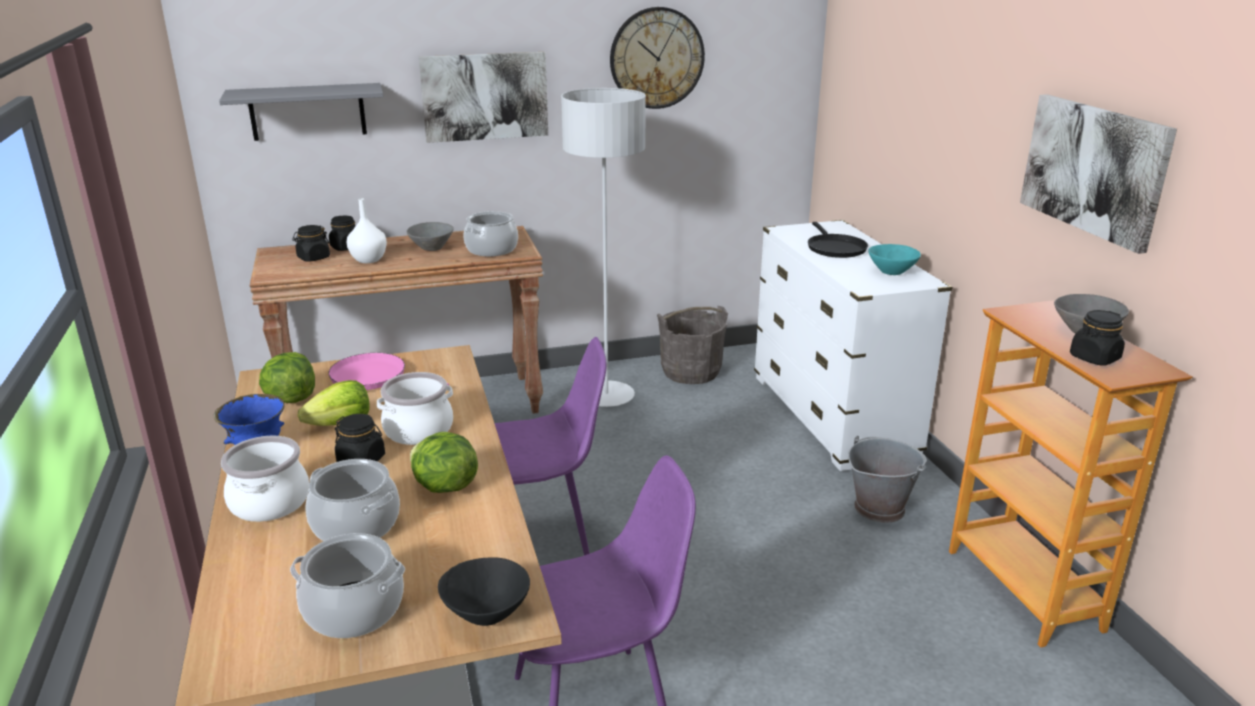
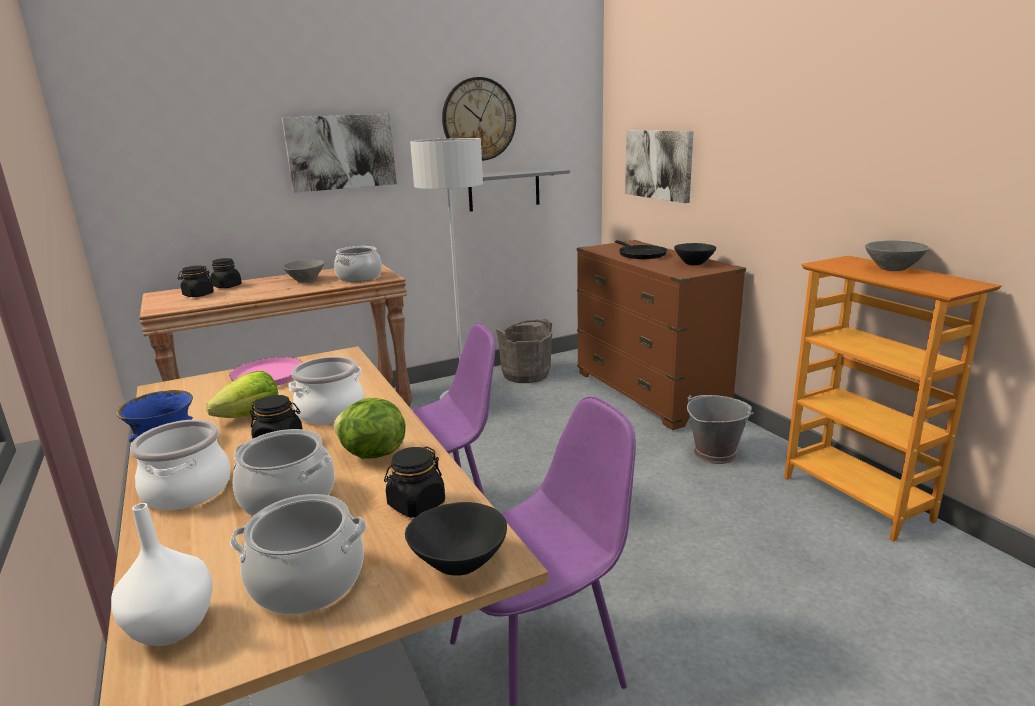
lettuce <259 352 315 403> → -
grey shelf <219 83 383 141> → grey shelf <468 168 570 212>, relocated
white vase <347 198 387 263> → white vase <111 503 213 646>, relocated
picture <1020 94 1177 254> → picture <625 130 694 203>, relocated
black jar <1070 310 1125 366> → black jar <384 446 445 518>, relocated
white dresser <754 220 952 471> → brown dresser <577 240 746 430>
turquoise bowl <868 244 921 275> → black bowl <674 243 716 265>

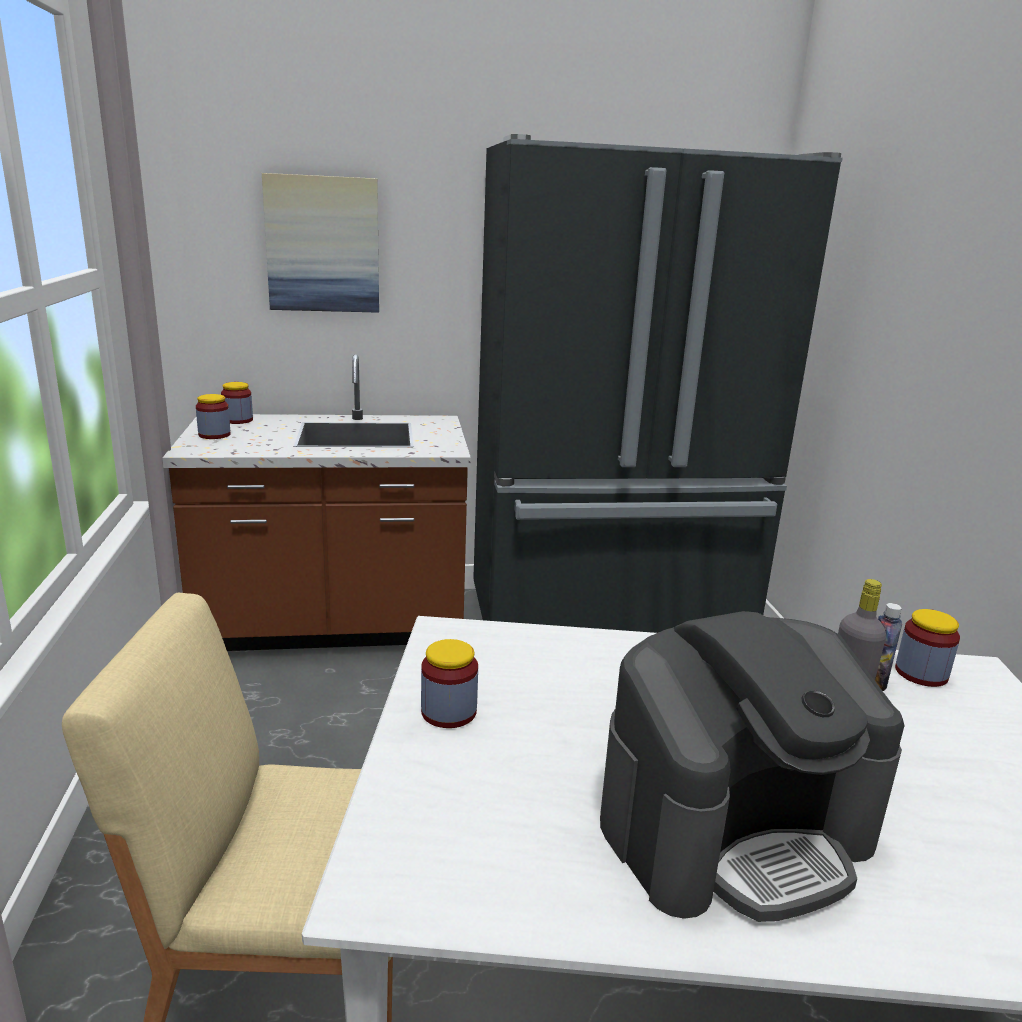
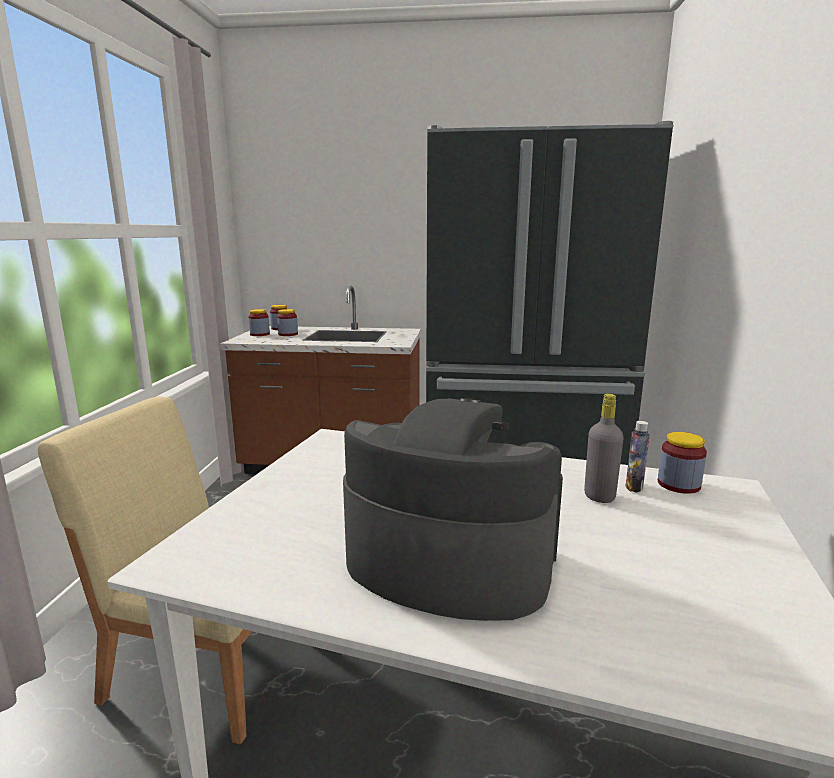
picture <262 173 379 313> → -
jar <421 639 478 728> → jar <277 309 298 336>, relocated
coffee machine <600 611 905 922> → coffee machine <343 398 563 621>, 150 degrees counterclockwise

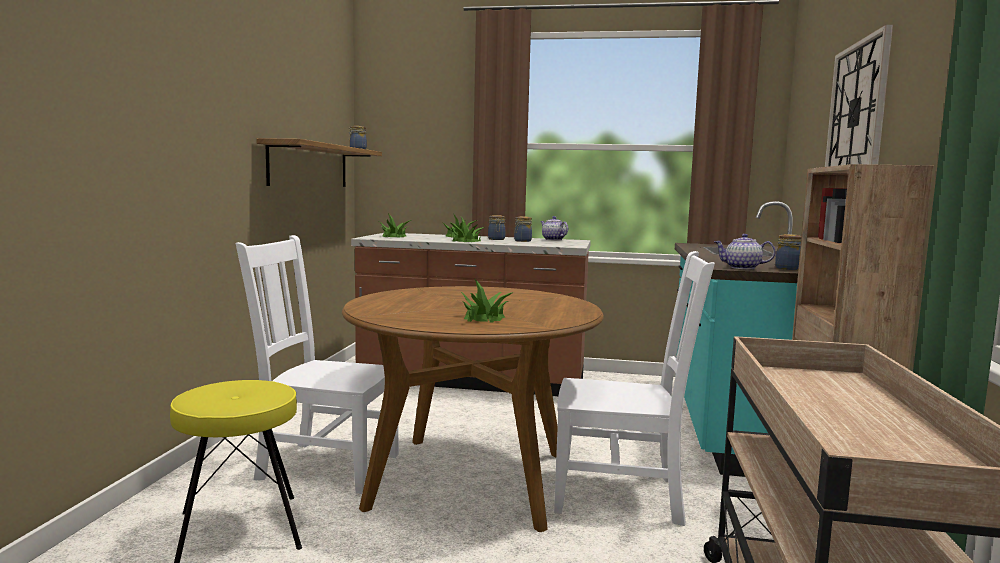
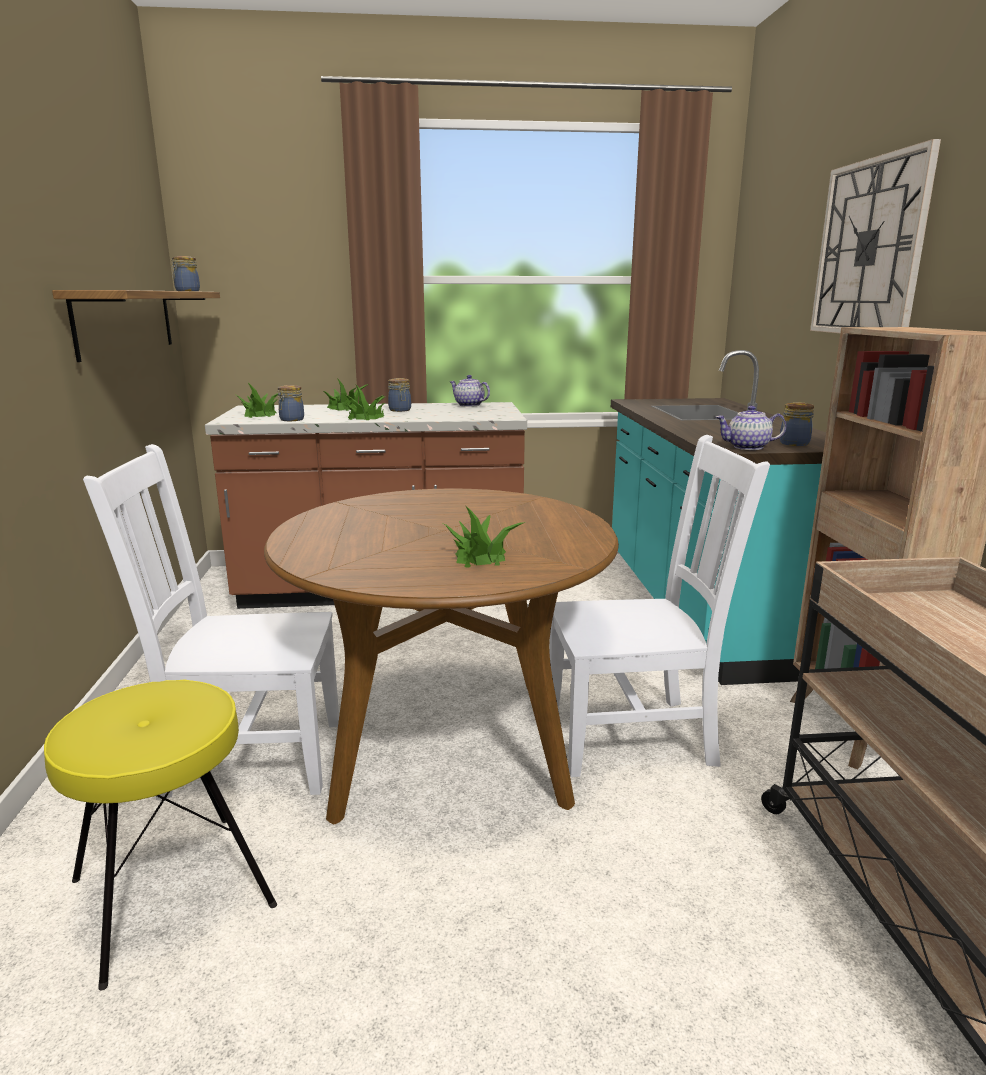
jar <514 216 532 242> → jar <278 385 304 421>, relocated

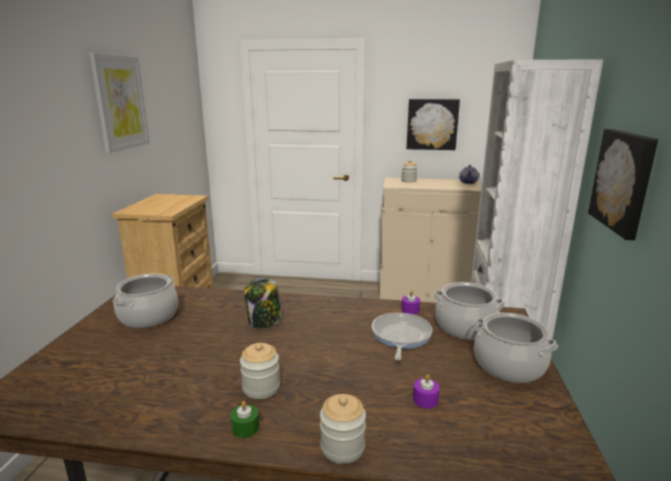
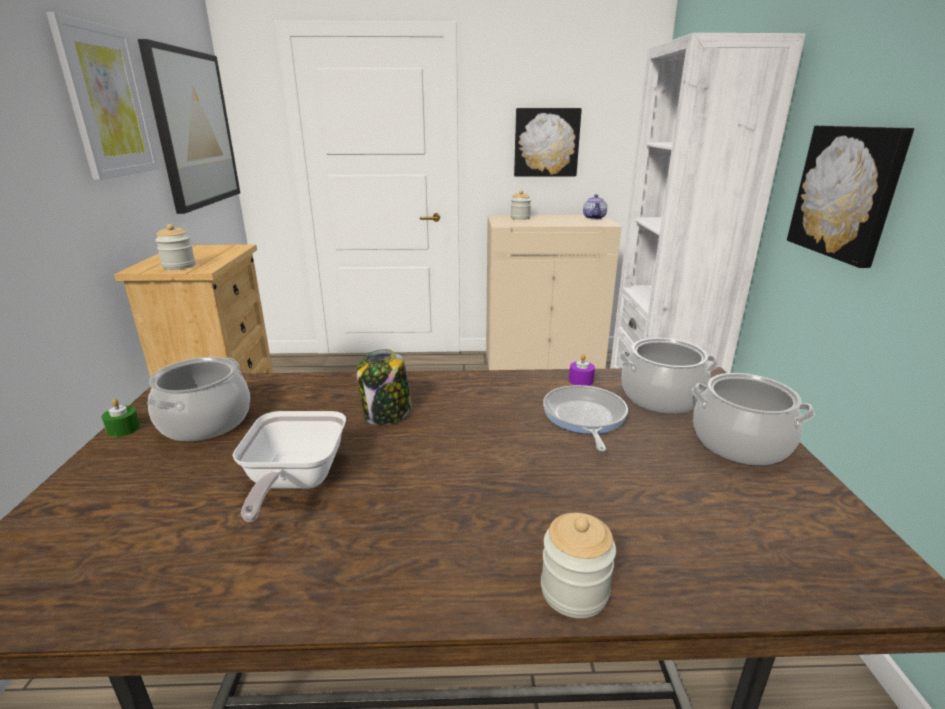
purple candle <413 374 440 408> → -
- → picture <138 39 240 214>
- → frying pan <232 411 346 522>
green candle <230 401 259 438> → green candle <102 399 140 437>, relocated
jar <240 343 280 399> → jar <155 224 196 270>, relocated

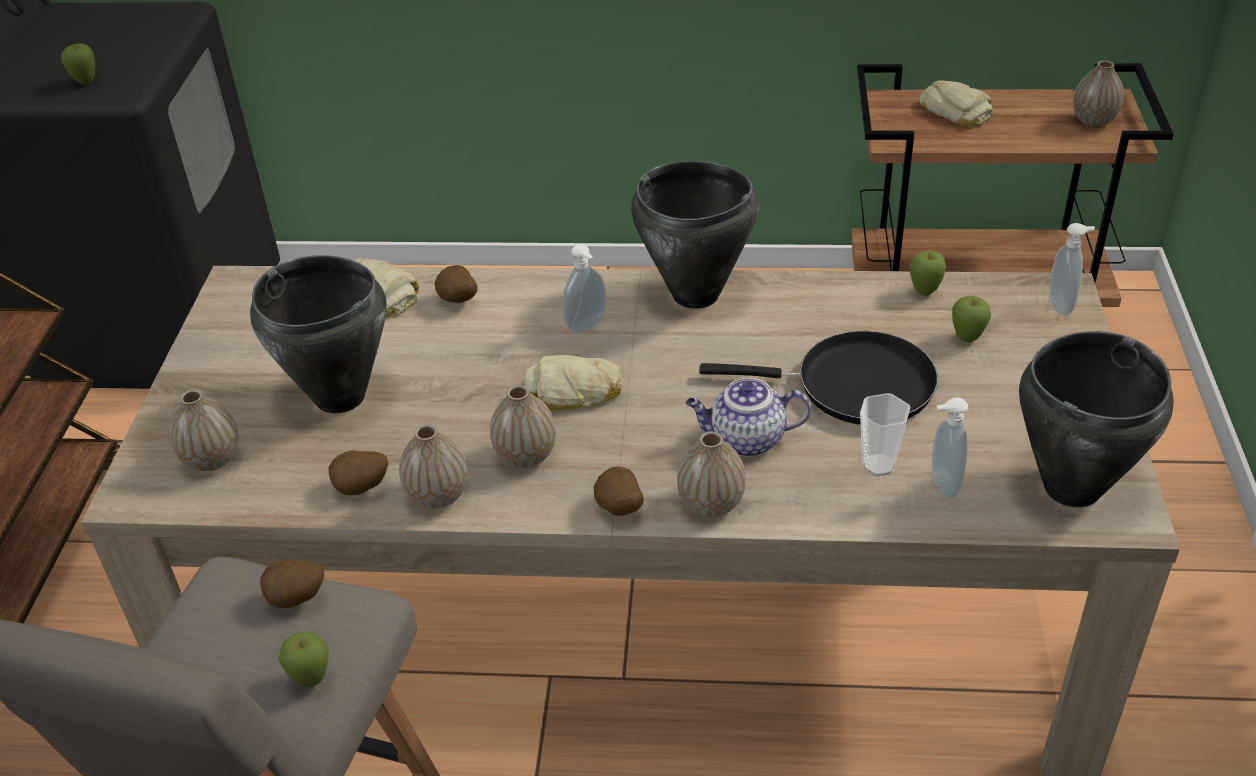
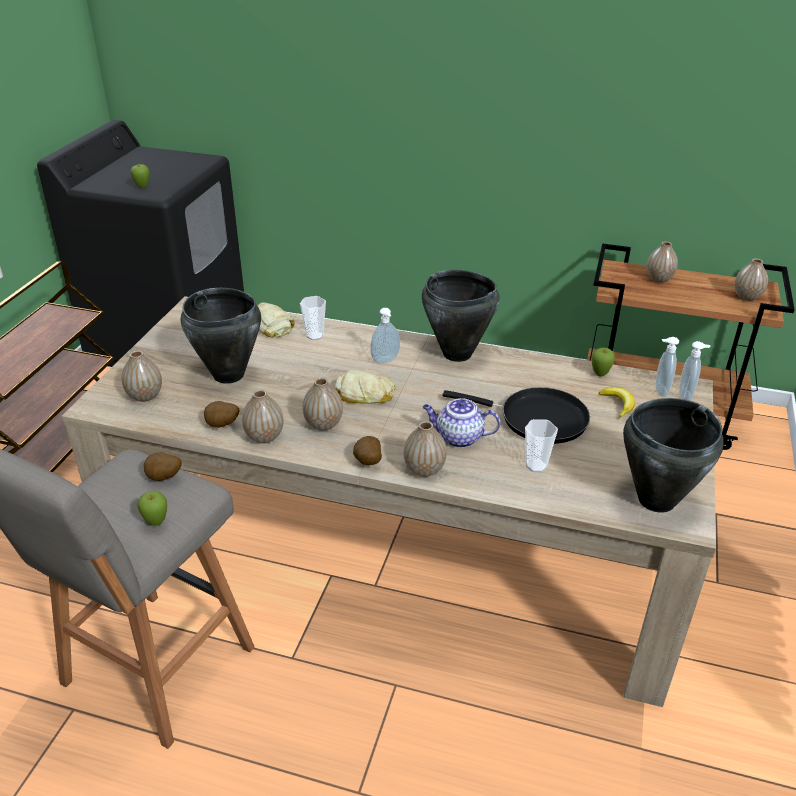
soap dispenser <932 397 968 498> → soap dispenser <656 337 679 397>, relocated
potato <435 265 478 303> → cup <300 296 326 340>
bread <920 80 993 127> → vase <646 241 678 283>
apple <952 296 991 342> → banana <599 387 635 418>

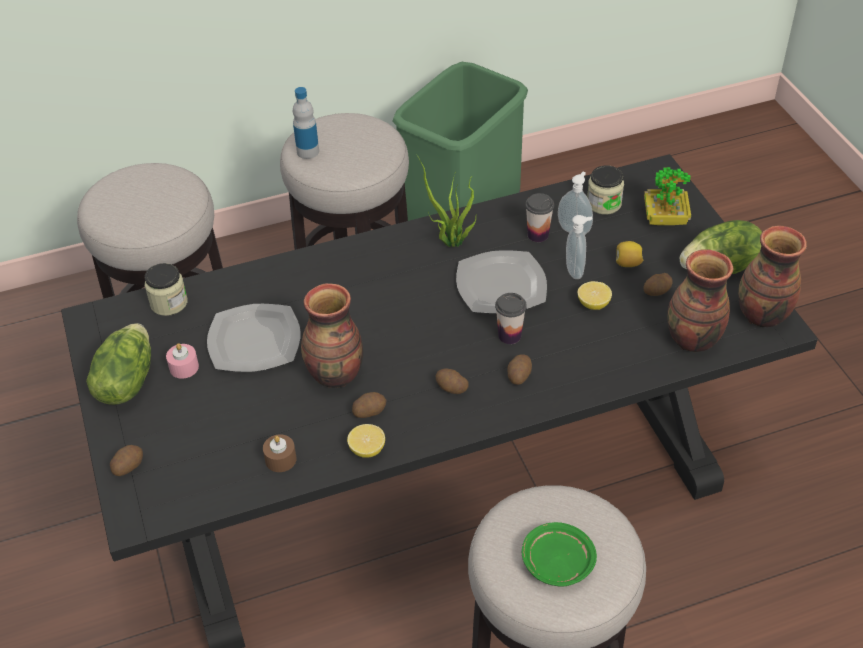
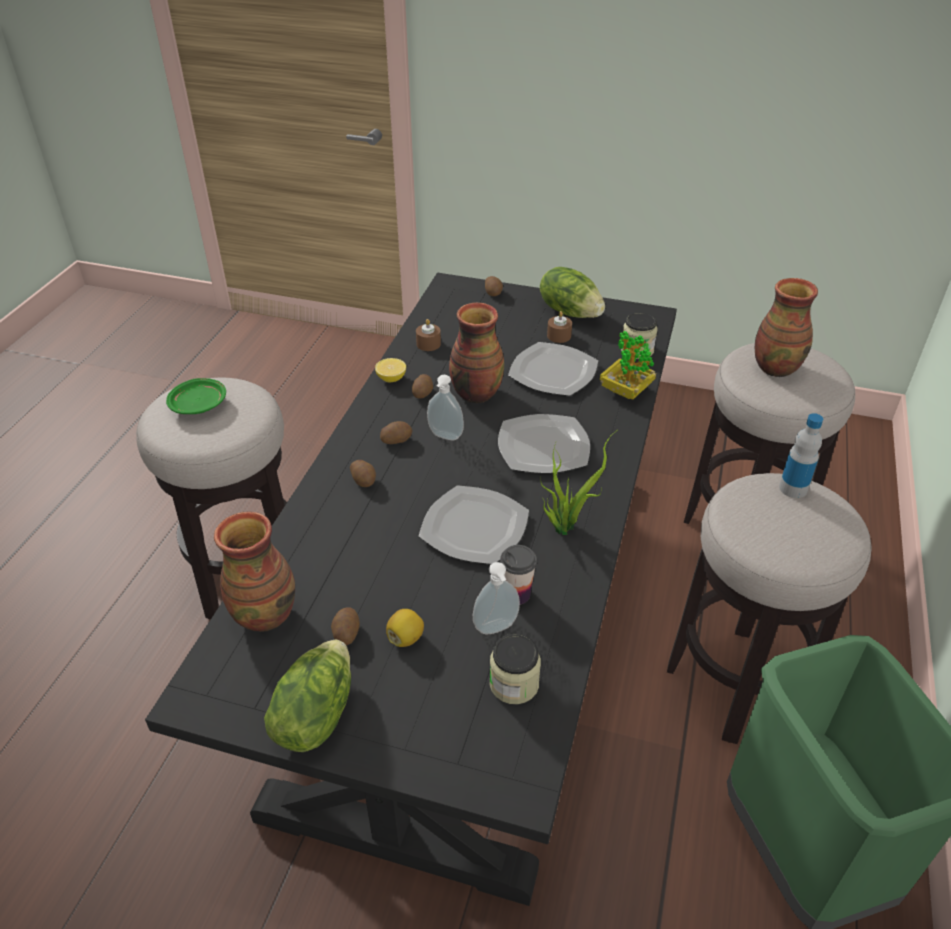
cup <495 293 527 344> → -
lemon <578 281 612 310> → -
- → plate <498 414 590 473>
soap dispenser <566 215 592 279> → soap dispenser <427 375 464 440>, relocated
potted plant <644 167 691 225> → potted plant <600 331 656 399>, relocated
vase <738 225 807 327> → vase <755 278 818 377>, relocated
pink candle <166 343 199 379> → brown candle <547 311 572 343>

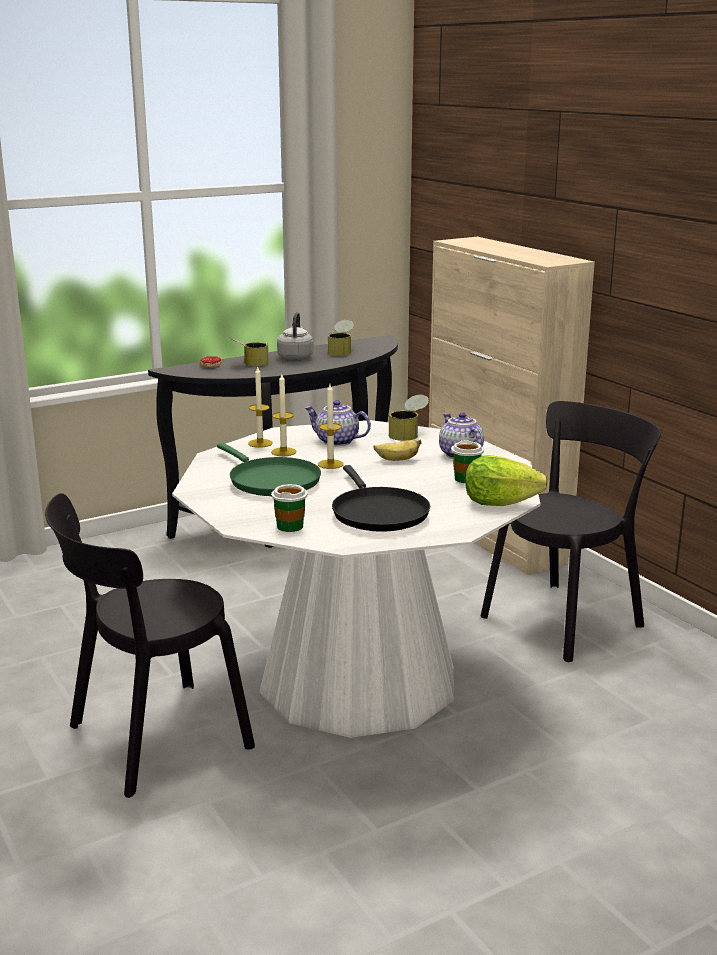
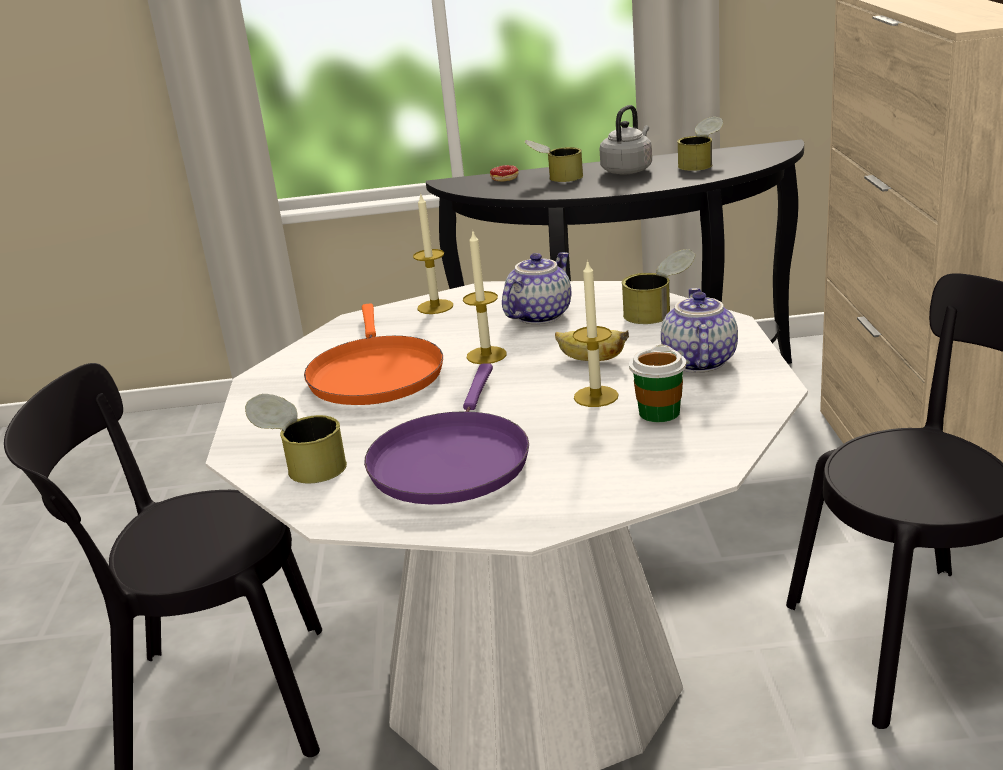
lettuce <465 455 548 506> → -
candle <271 374 296 456> → candle <573 259 619 407>, relocated
cup <271 484 308 532> → can <245 394 347 483>
green frying pan <217 443 321 496> → orange frying pan <304 303 443 405>
black frying pan <332 465 430 532> → purple frying pan <364 363 529 504>
teapot <304 400 371 446> → teapot <502 252 571 324>, 75 degrees clockwise

